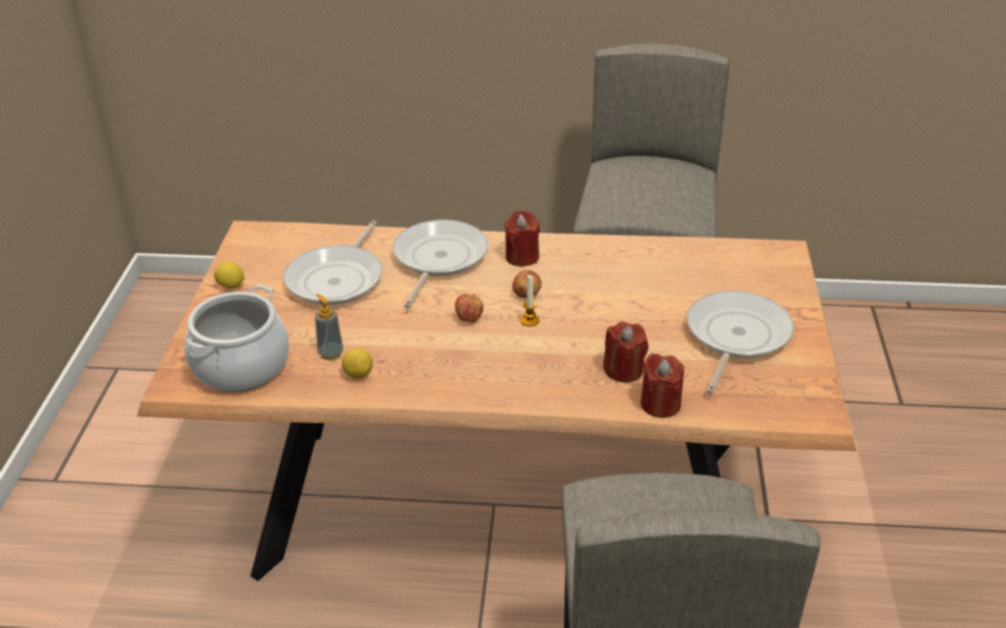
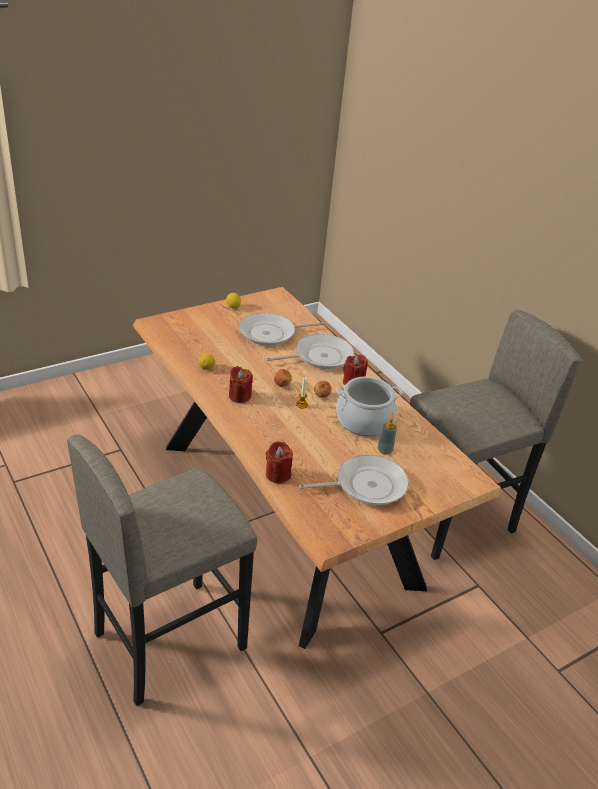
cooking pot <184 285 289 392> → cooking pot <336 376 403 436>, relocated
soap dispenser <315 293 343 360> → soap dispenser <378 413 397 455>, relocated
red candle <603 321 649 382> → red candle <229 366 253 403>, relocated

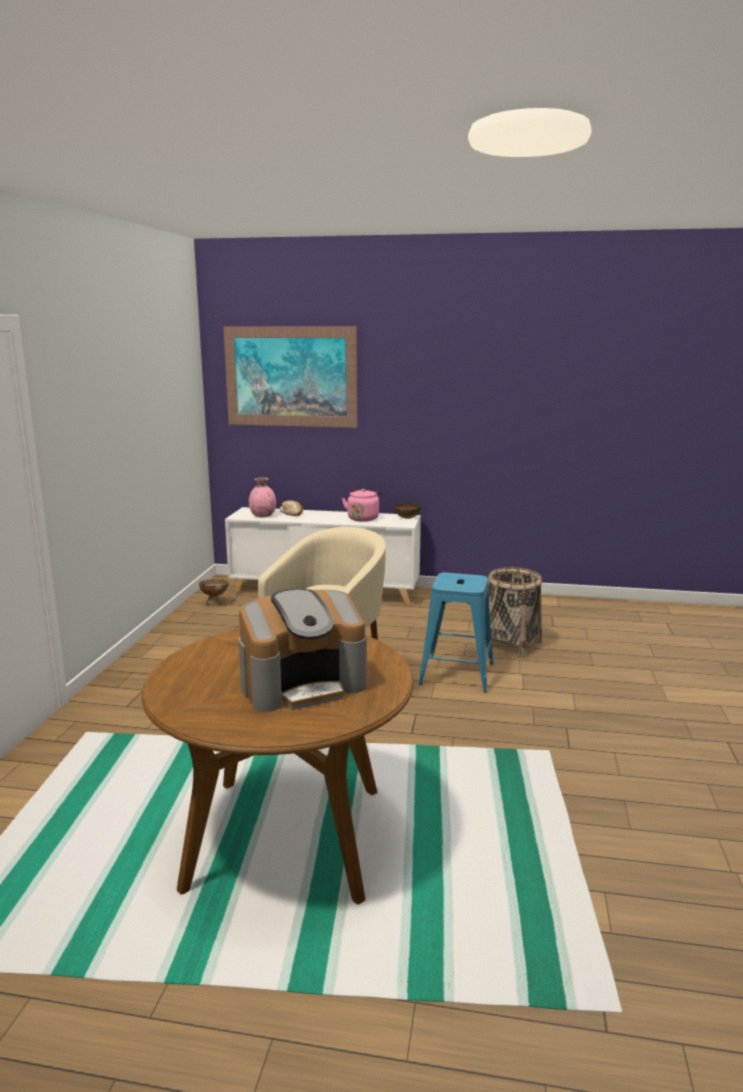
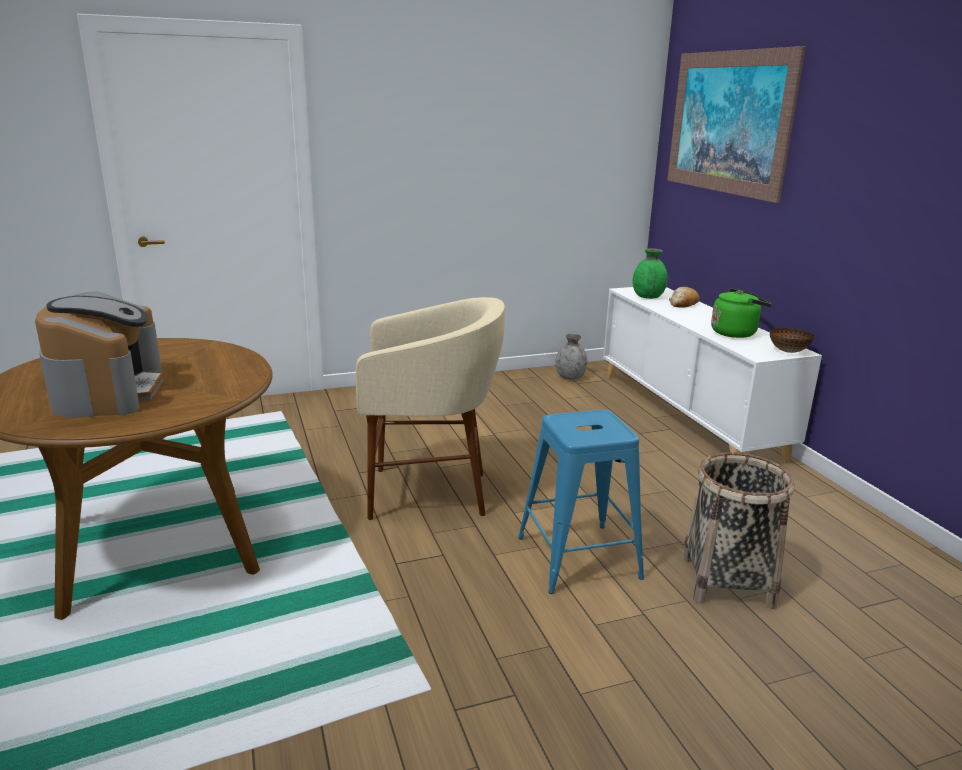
brown bowl <199 578 229 605> → grey vase <556 333 587 380>
pink vase <249 477 276 517> → green vase <633 248 668 299>
pink kettle <342 489 383 522> → green kettle <711 288 772 338>
coffee machine <238 589 367 712> → coffee machine <35 291 164 418>, 135 degrees counterclockwise

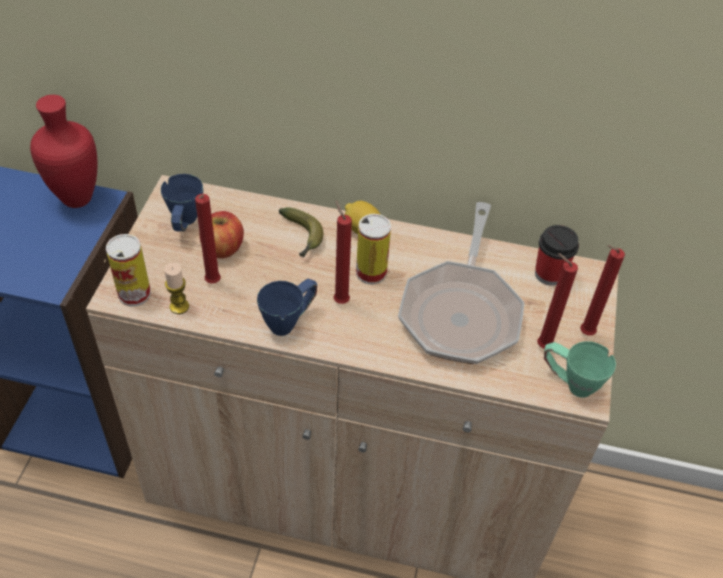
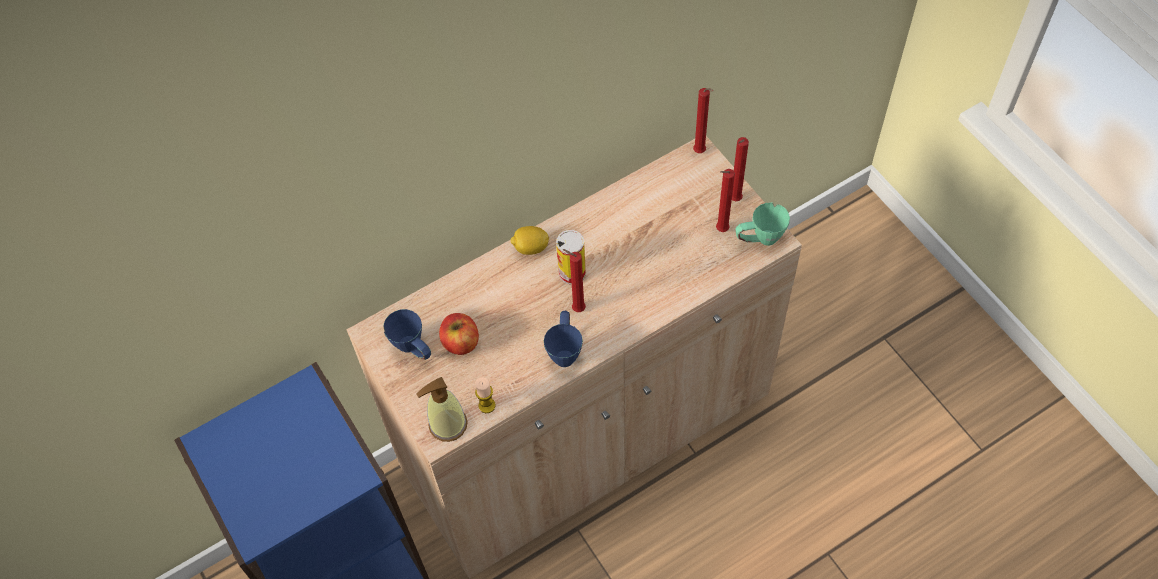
red vase <30 95 97 208> → -
banana <279 207 324 258> → -
frying pan <398 202 525 364> → -
cup <535 225 579 286> → -
red candle <195 194 221 284> → red candle <693 88 714 153>, relocated
can <106 234 151 306> → soap dispenser <417 377 468 442>

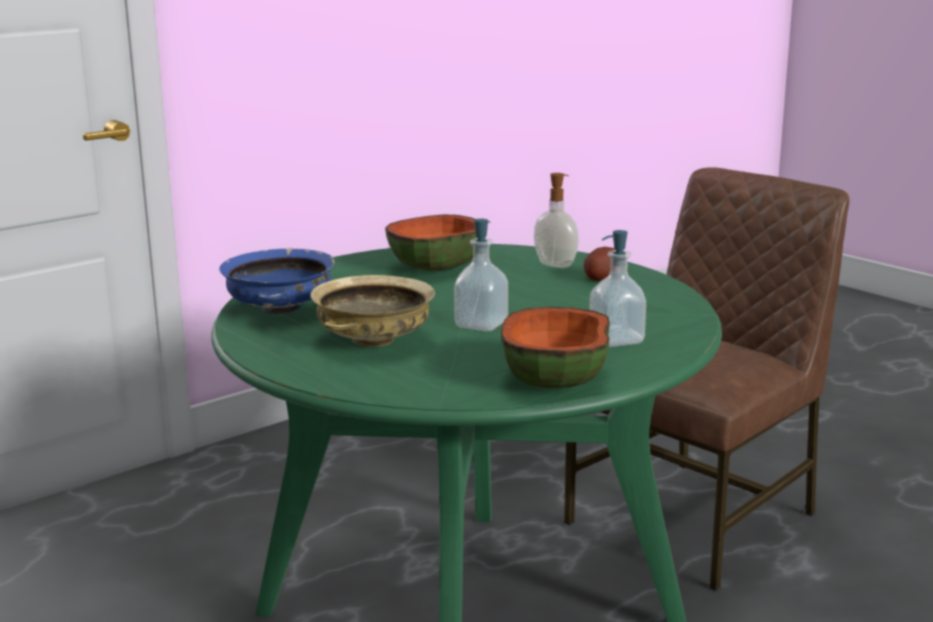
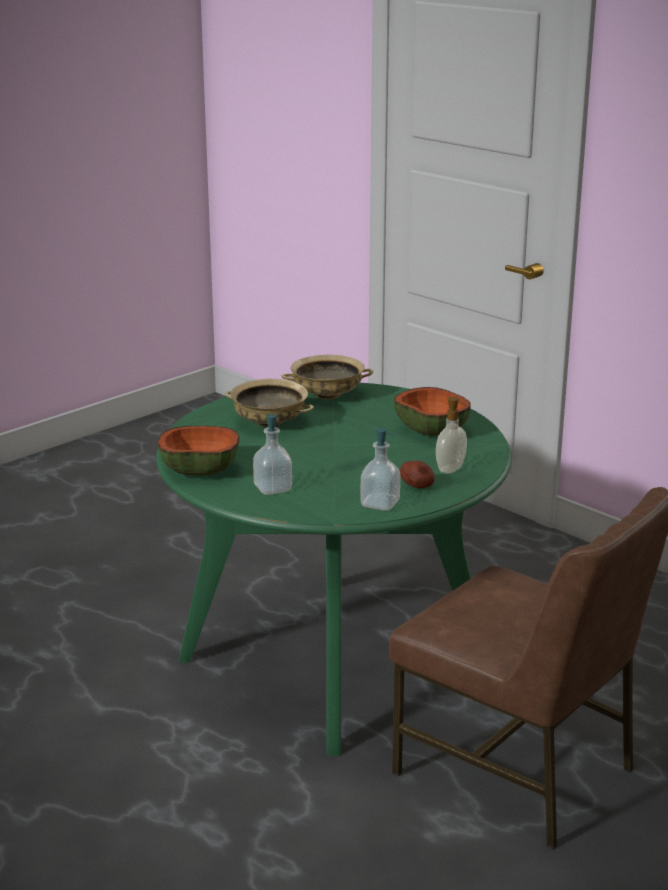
soap dispenser <454 219 508 331> → soap dispenser <360 428 400 511>, relocated
blue bowl <219 249 335 314> → beige bowl <281 355 373 399>

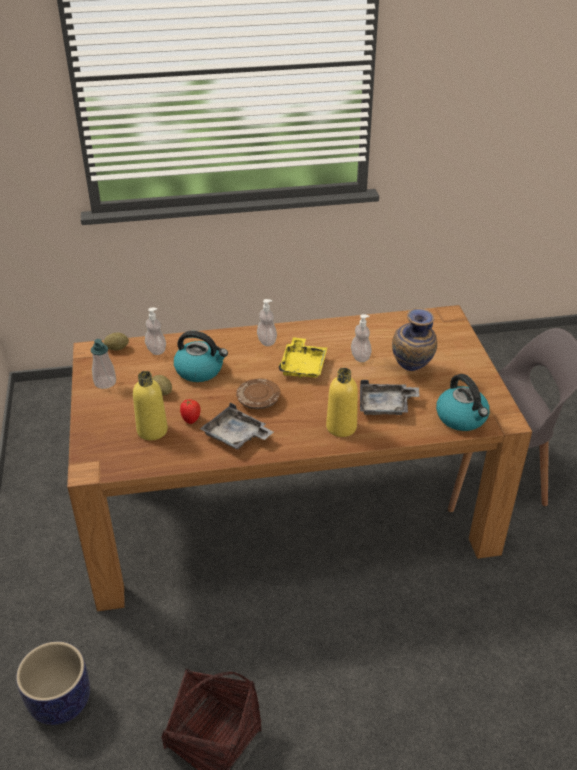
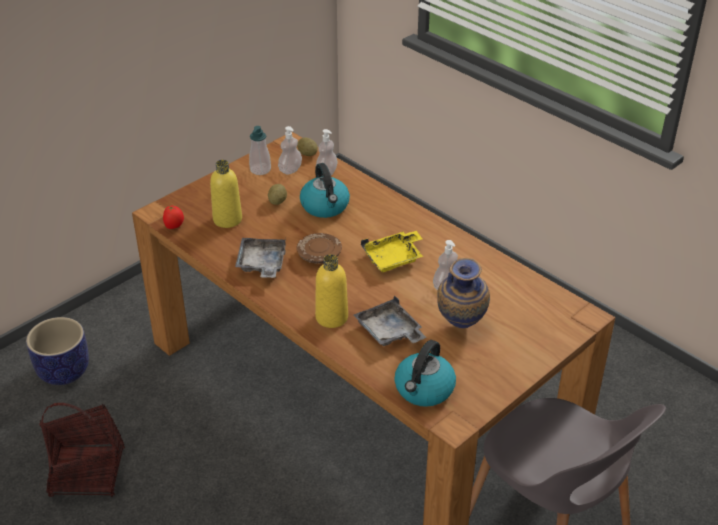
tomato <180 399 201 424> → tomato <163 206 184 229>, relocated
soap dispenser <257 299 277 346> → soap dispenser <278 126 302 174>, relocated

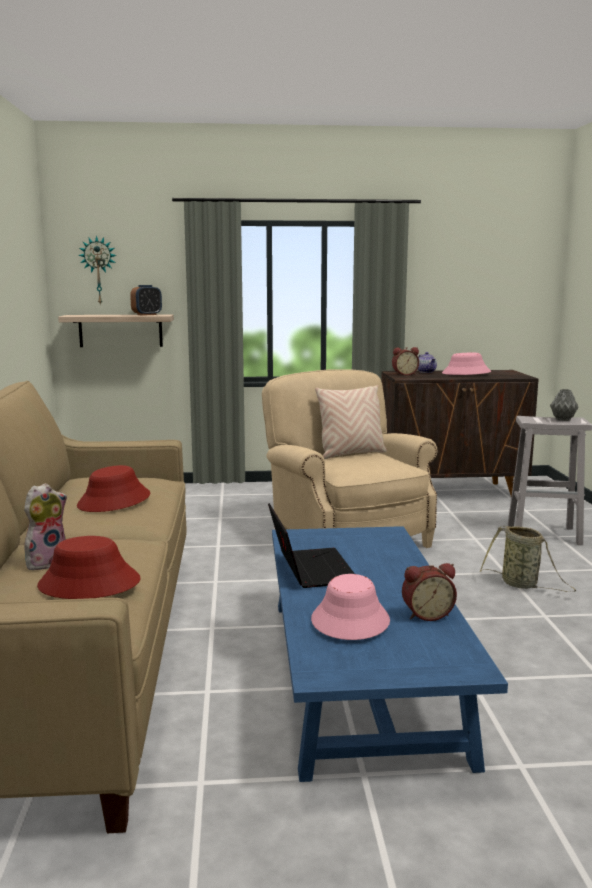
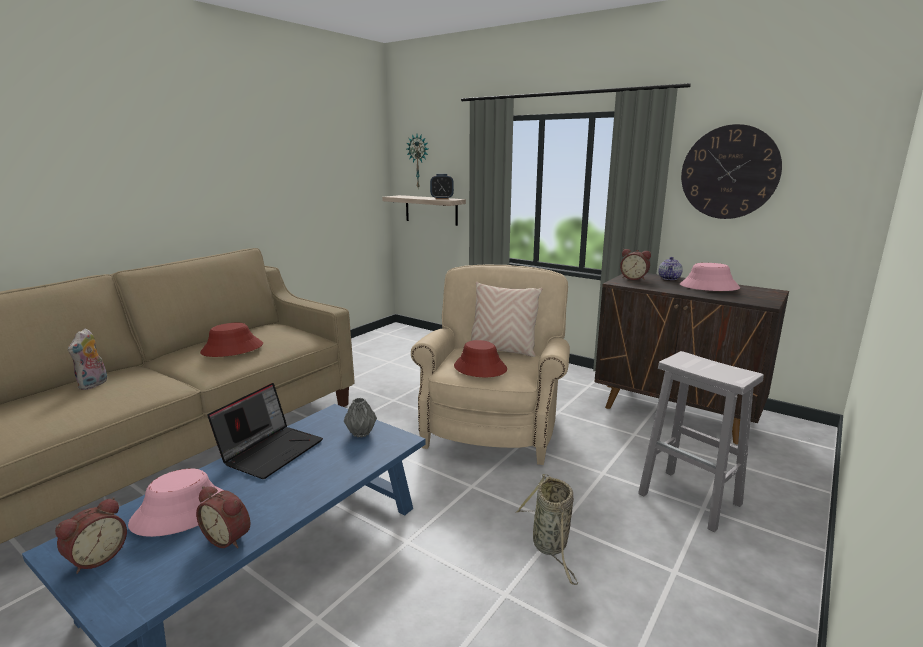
- → alarm clock <55 497 127 574>
- → wall clock <681 124 782 219>
red hat <37 536 141 599> → red hat <454 340 507 377>, relocated
grey vase <550 389 578 421> → grey vase <344 398 377 438>, relocated
plush toy <24 483 67 571> → plush toy <68 328 107 390>, 105 degrees clockwise

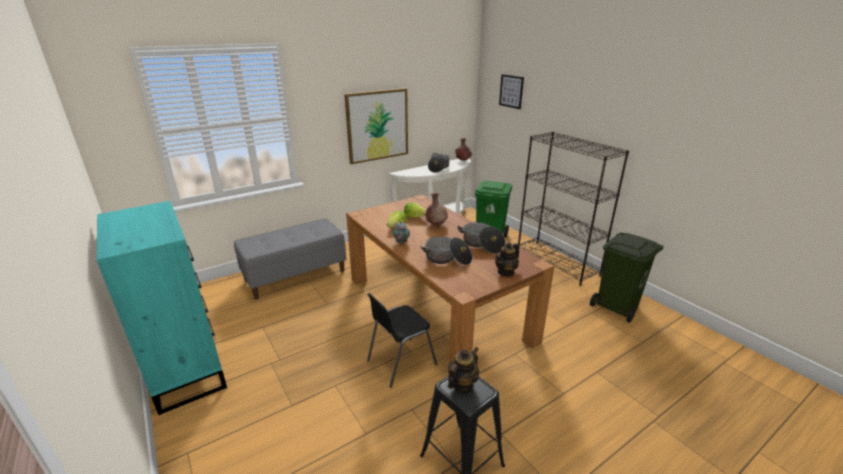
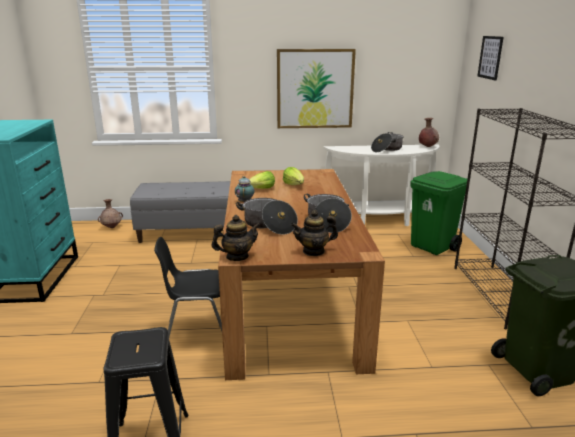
brown vase <426 193 448 225> → brown vase <98 199 123 228>, relocated
teapot <448 347 479 392> → teapot <211 215 260 261>, relocated

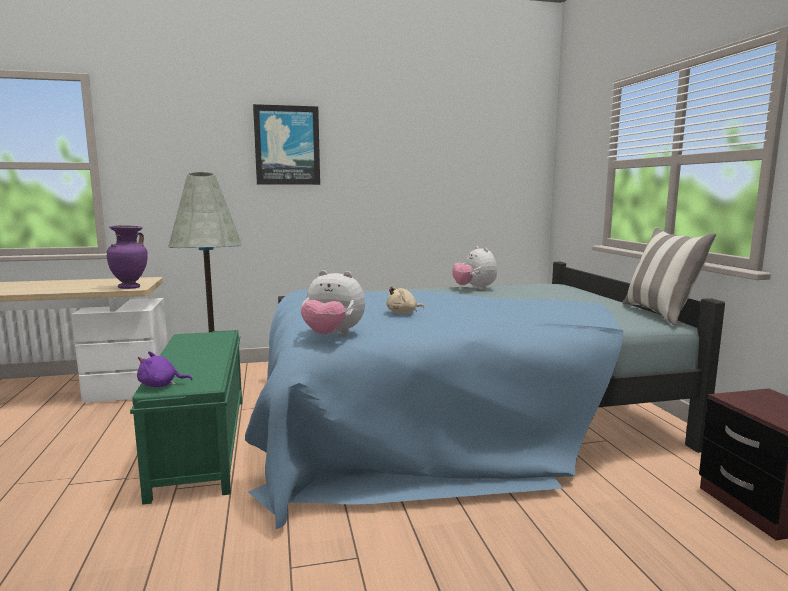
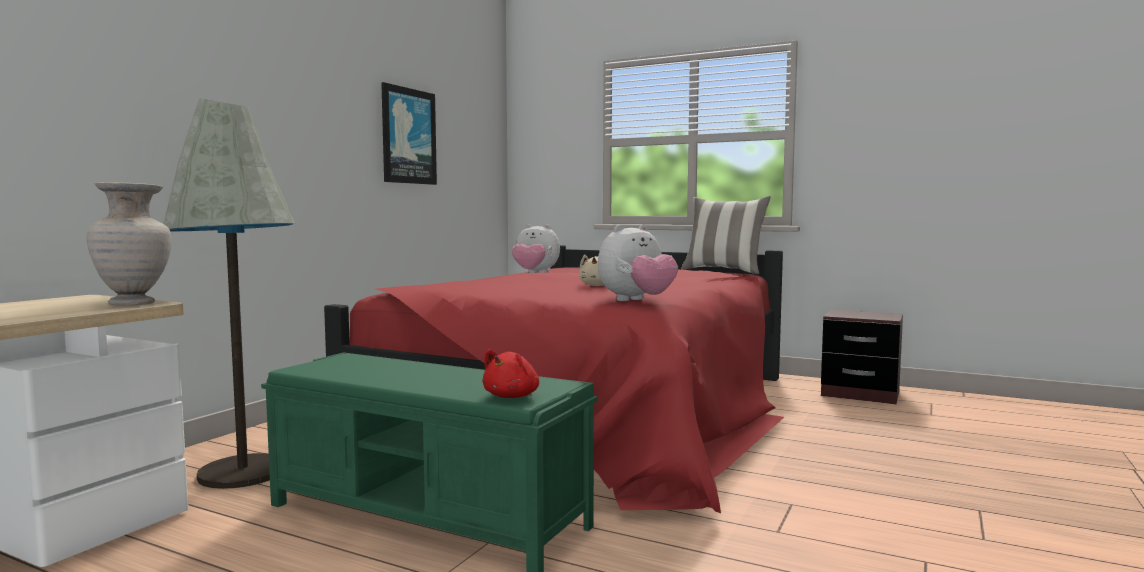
picture <253 104 320 185> → picture <381 82 437 185>, relocated
purple vase <107 225 148 289> → beige vase <86 182 172 306>
purple plush toy <137 351 193 387> → red plush toy <482 349 539 398>
blue bed <245 262 725 529> → red bed <324 245 784 513>

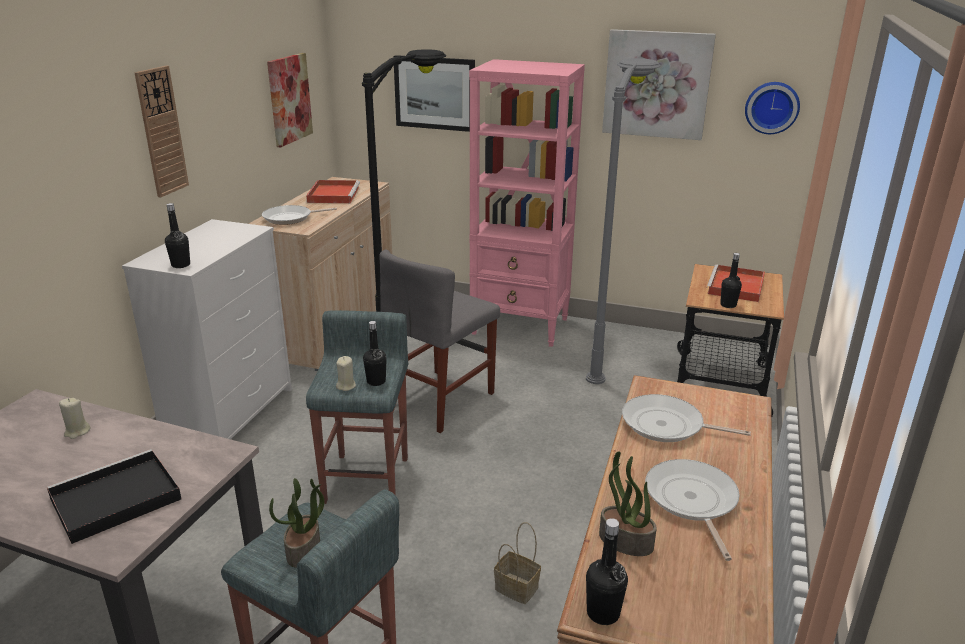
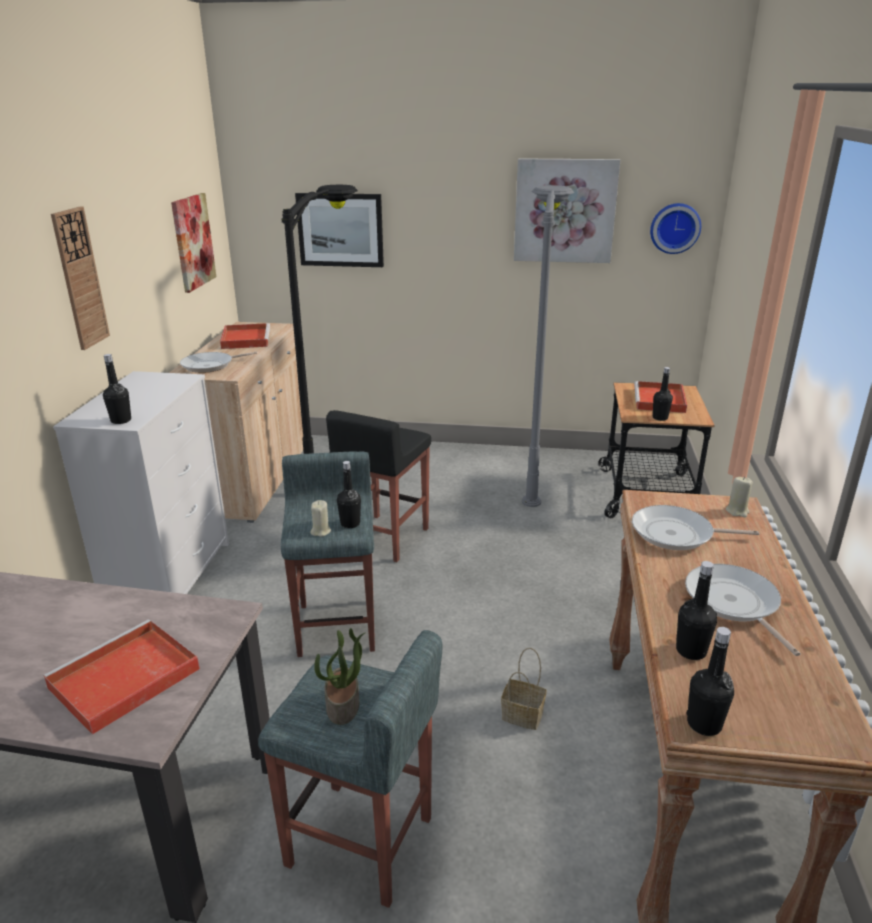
pink bookcase <469 59 585 347> → -
beige candle <59 398 91 439> → beige candle <726 476 753 517>, relocated
grey chair <379 249 500 433> → black stool <326 410 431 562>
potted plant <599 451 657 556> → black bottle <676 561 717 660>
black tray <47 449 181 544> → red tray <43 619 200 735>

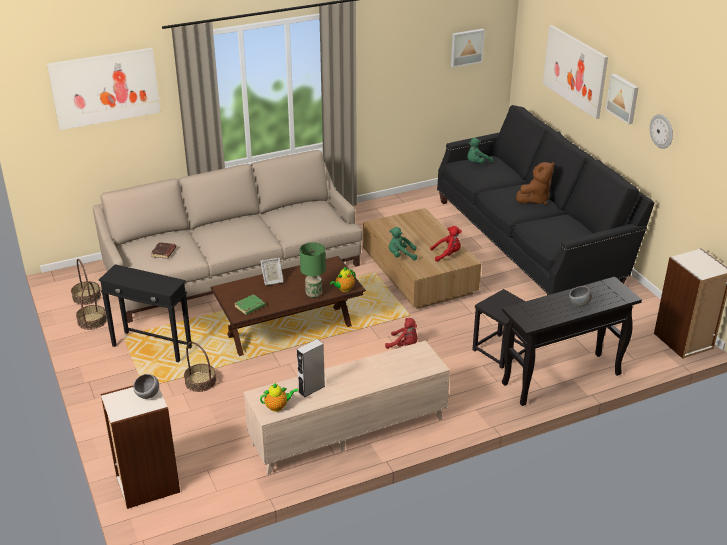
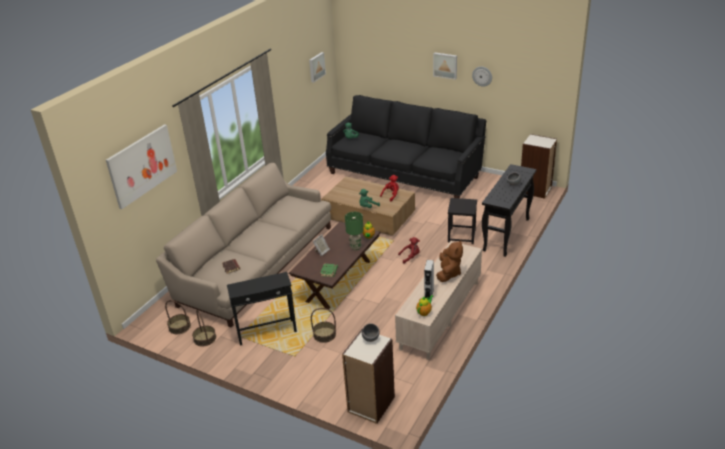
picture <543 25 608 119> → -
brown plush toy <516 162 555 205> → brown plush toy <436 240 463 282>, relocated

